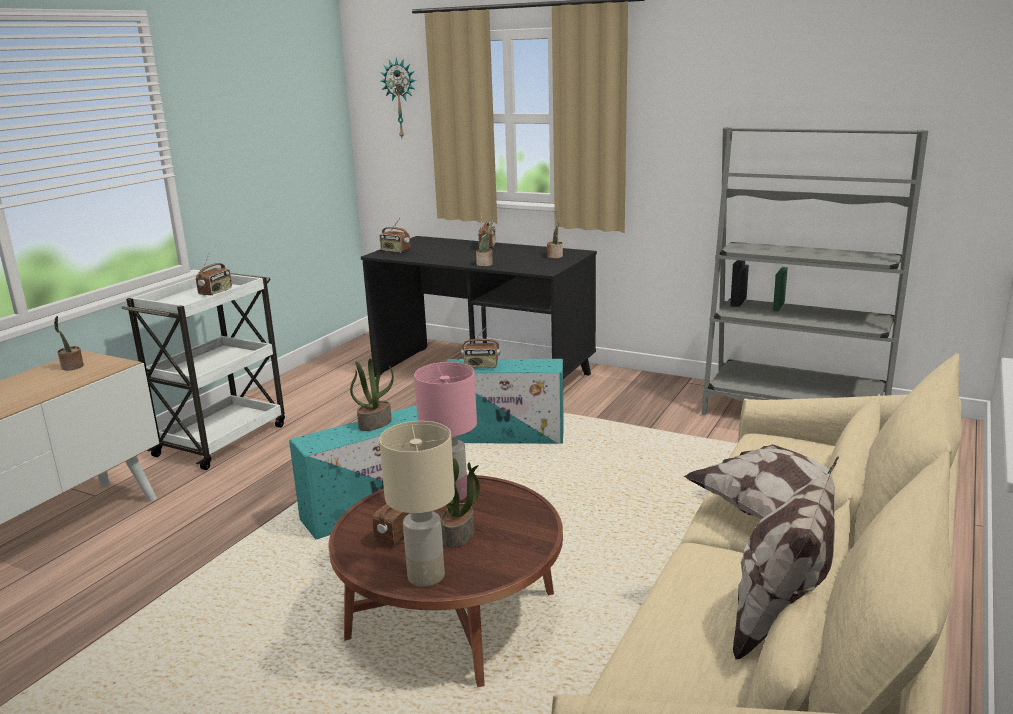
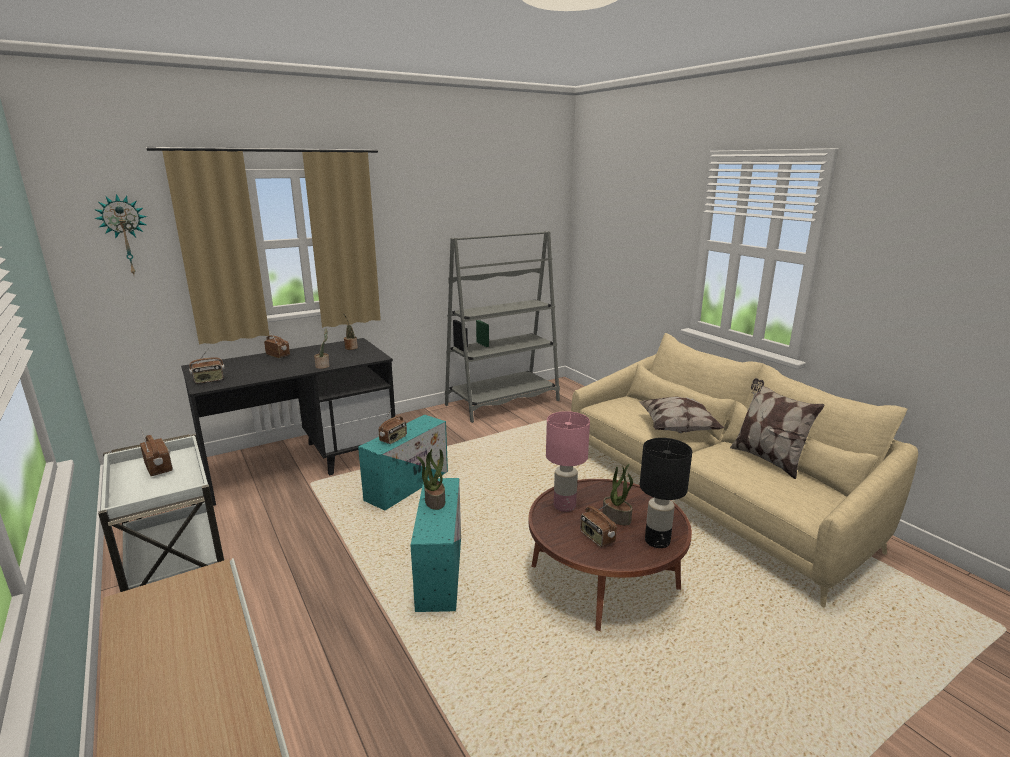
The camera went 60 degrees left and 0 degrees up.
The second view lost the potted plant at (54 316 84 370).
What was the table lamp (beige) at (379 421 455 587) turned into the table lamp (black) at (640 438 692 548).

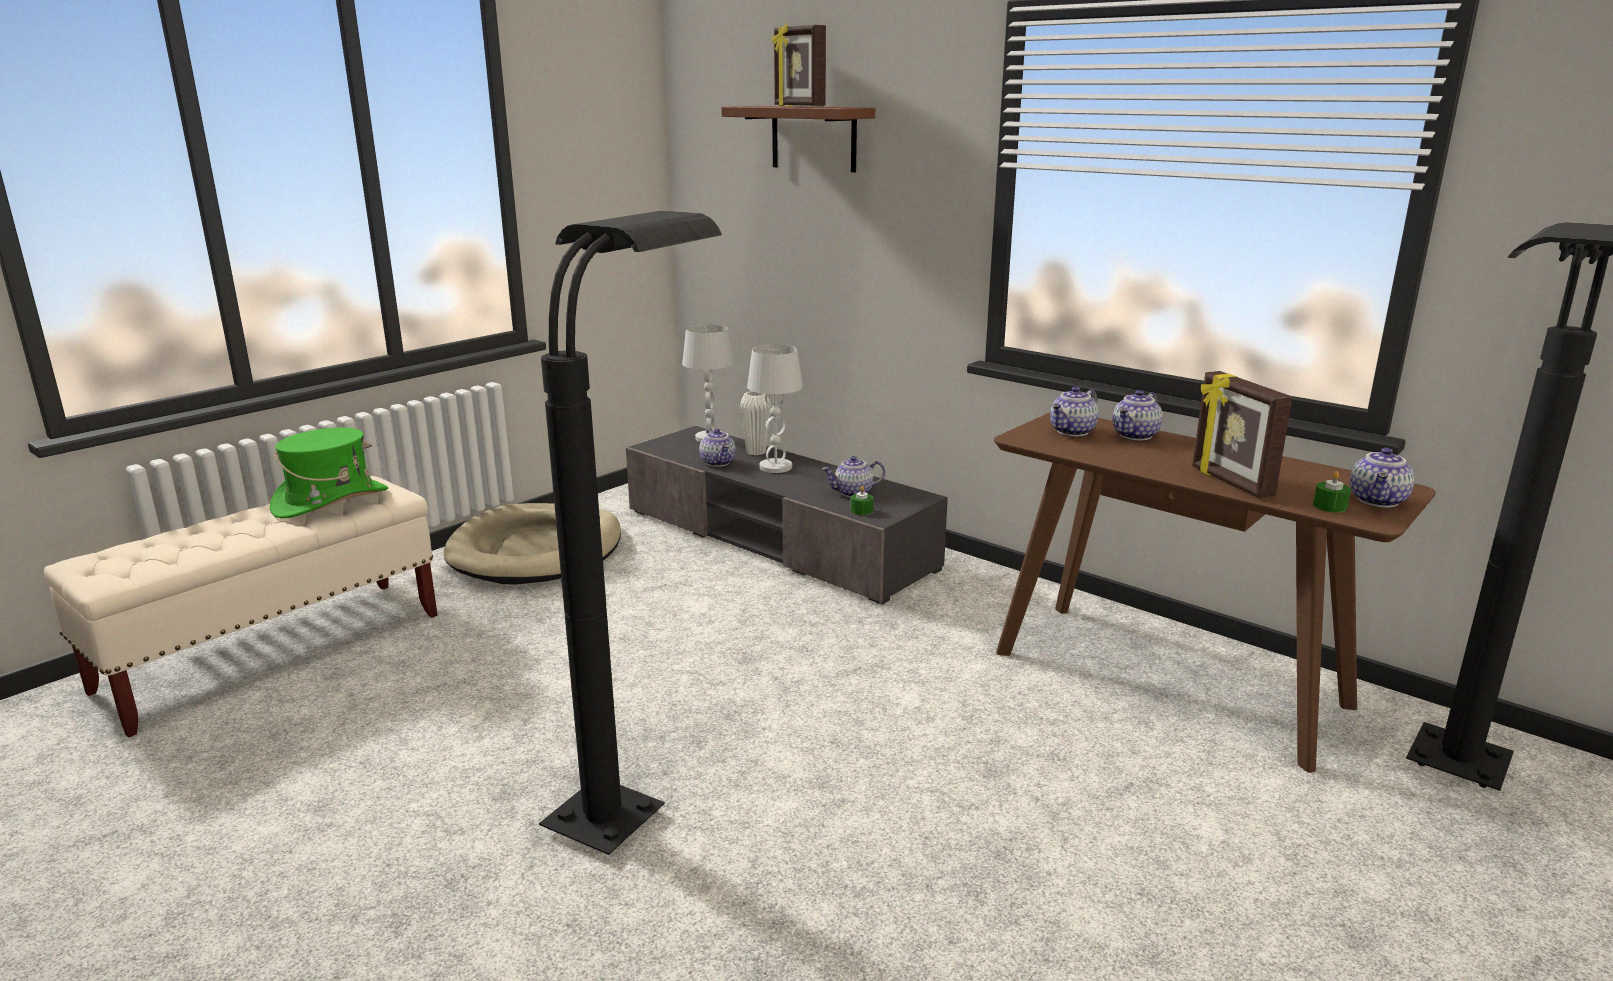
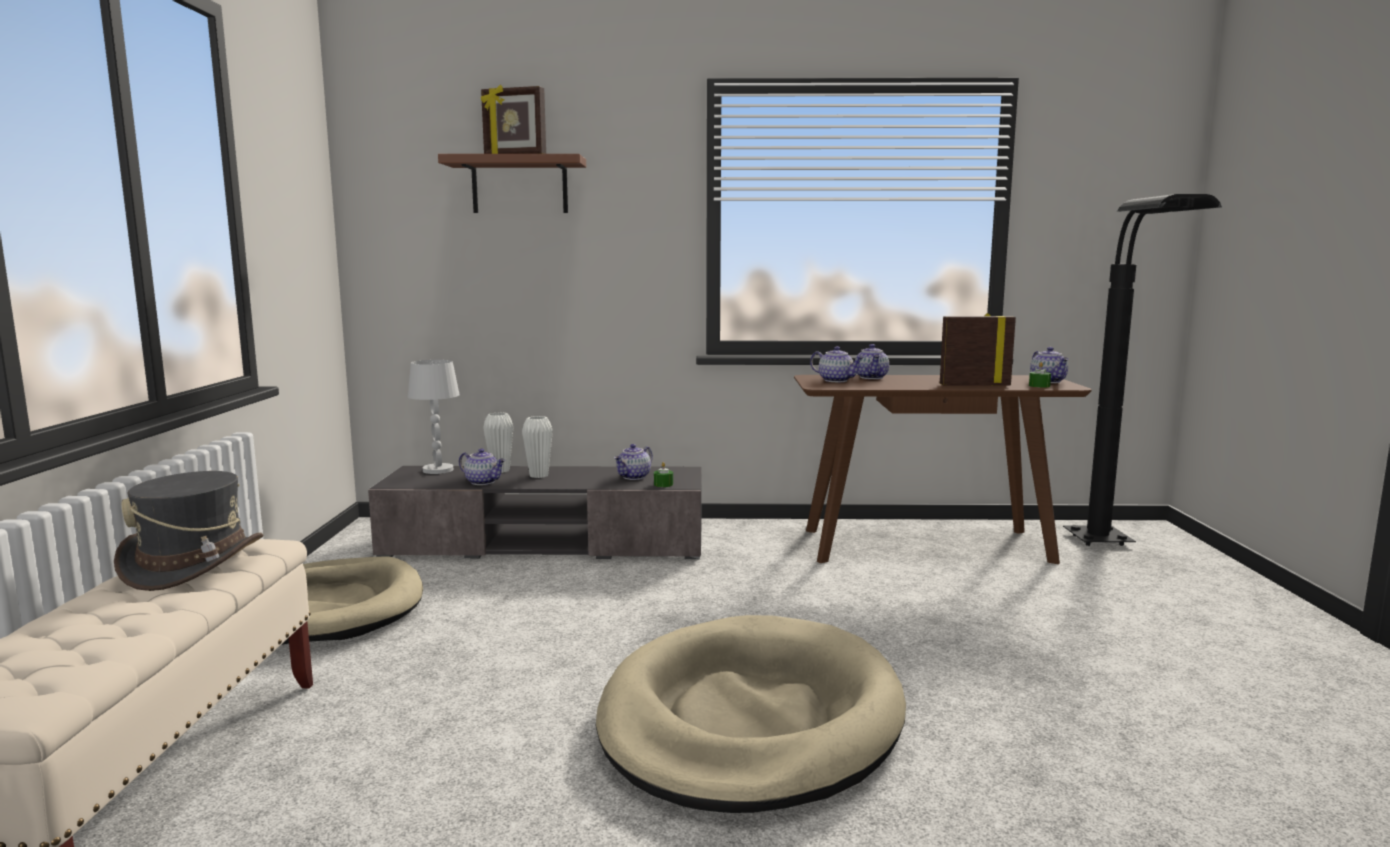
The camera went 40 degrees left and 10 degrees down.
What was the hat (green) at (270 428 388 519) turned into the hat (grey) at (114 471 263 591).
Where the floor lamp (black) stood at (539 210 722 855), the dog bed (beige) came to stand at (595 615 906 813).
Where the table lamp (white) stood at (747 344 803 473), the vase (white) came to stand at (522 416 553 478).
The teapot at (1050 387 1099 436) ended up facing another way, 60 degrees counterclockwise from before.
The picture frame at (1192 371 1292 499) ended up facing another way, 150 degrees clockwise from before.

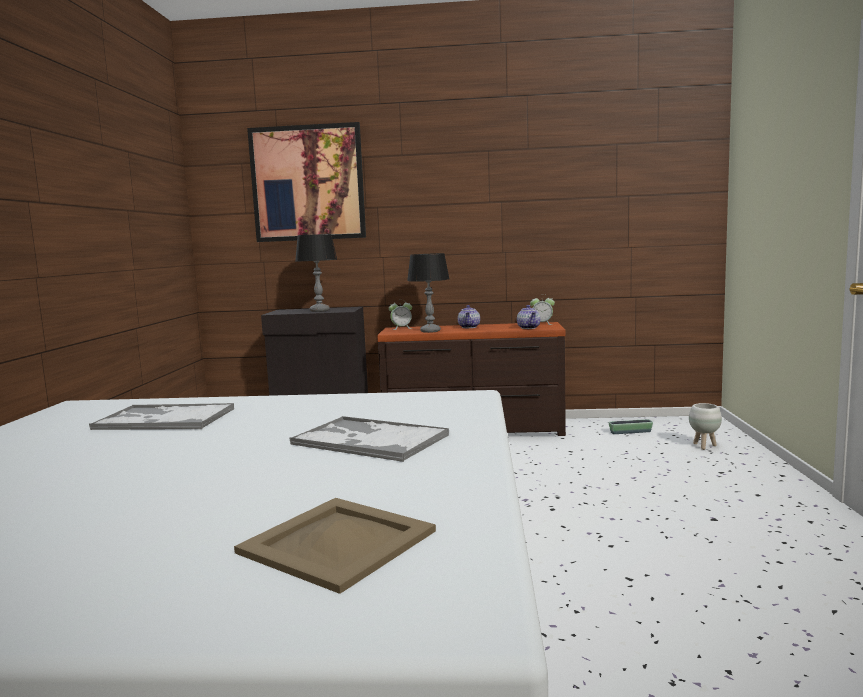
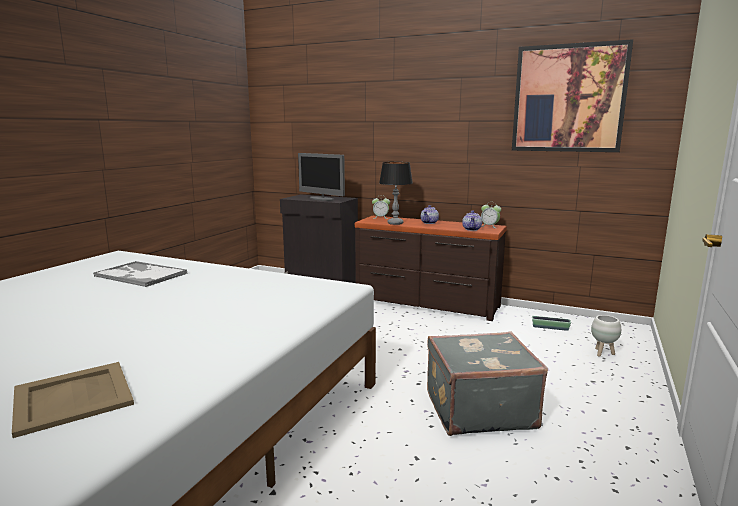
The camera went 20 degrees right and 5 degrees up.
The picture ended up elsewhere, having gone from (247 122 366 242) to (512 39 633 152).
The second view lost the tray at (289 416 449 462).
Where the table lamp stood at (295 234 337 312), the monitor came to stand at (298 153 345 201).
The second view gained the suitcase (grey) at (427 331 548 436).

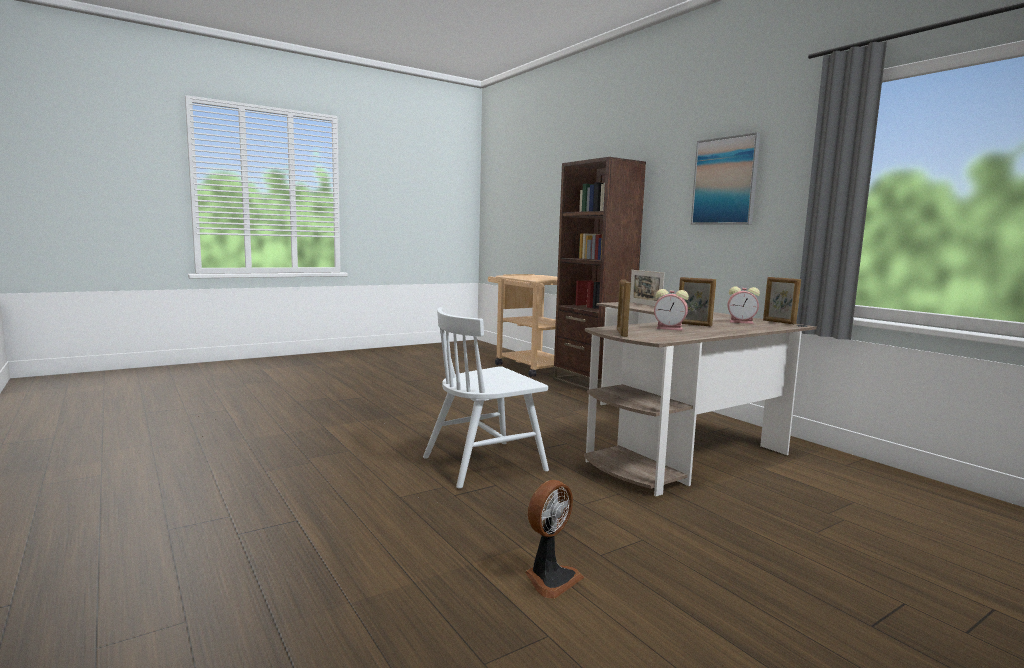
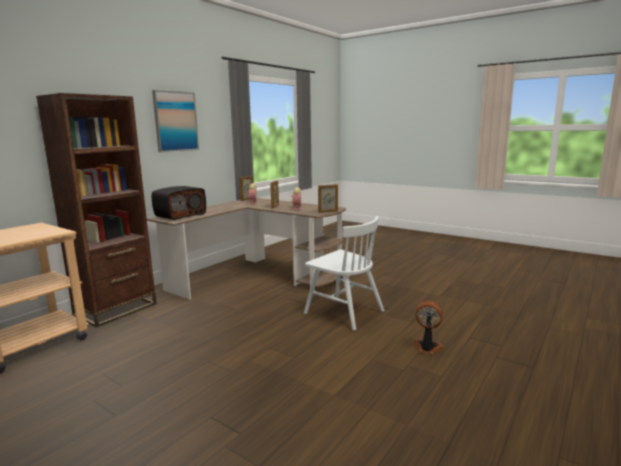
The camera went 110 degrees left and 5 degrees up.
The fan ended up elsewhere, having gone from (525 480 584 599) to (414 301 443 354).
Where the picture frame stood at (630 270 665 306), the radio came to stand at (152 186 206 220).

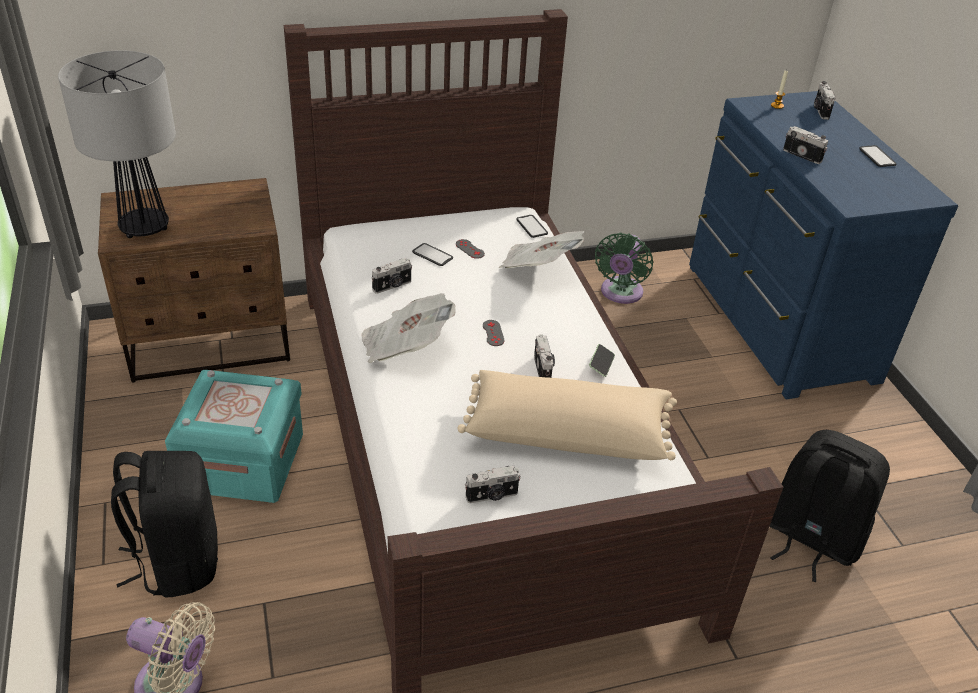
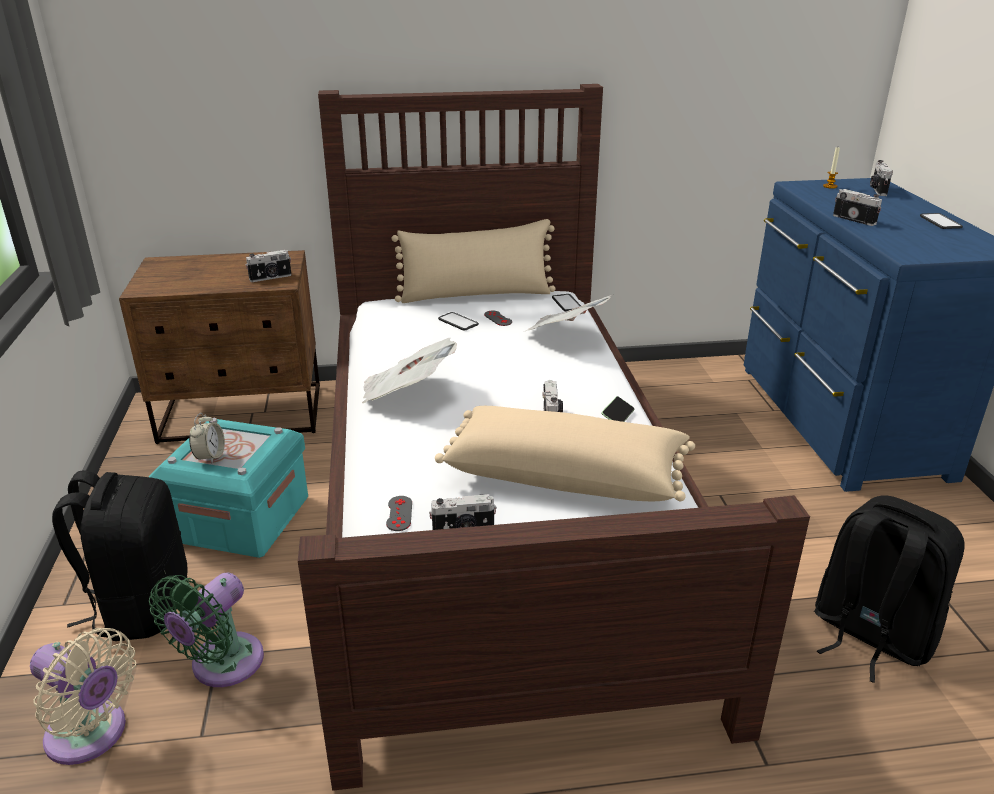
The camera went 10 degrees right and 10 degrees down.
The second view lost the table lamp at (58 50 176 238).
The photo camera ended up elsewhere, having gone from (371 258 412 294) to (245 250 291 282).
The game controller (grey) ended up elsewhere, having gone from (483 320 505 346) to (386 496 412 531).
The fan (green) ended up elsewhere, having gone from (595 233 653 304) to (149 573 264 687).
The second view gained the alarm clock at (189 413 225 463).
The second view gained the pillow (beige) at (392 219 556 303).

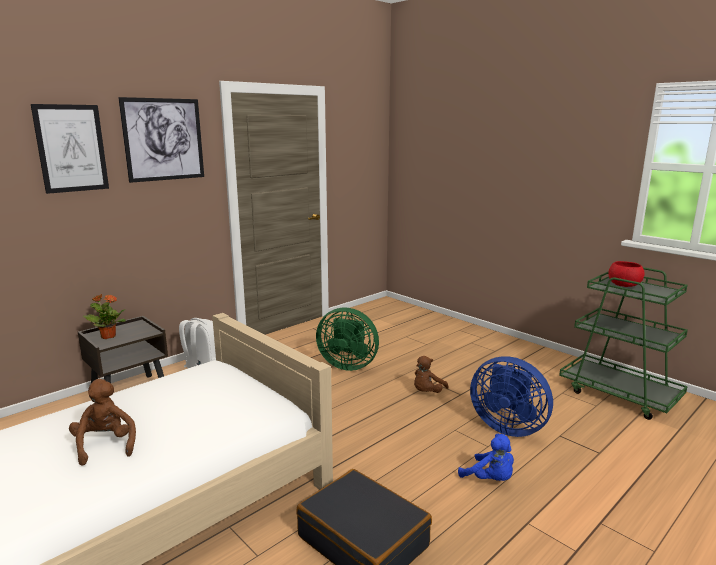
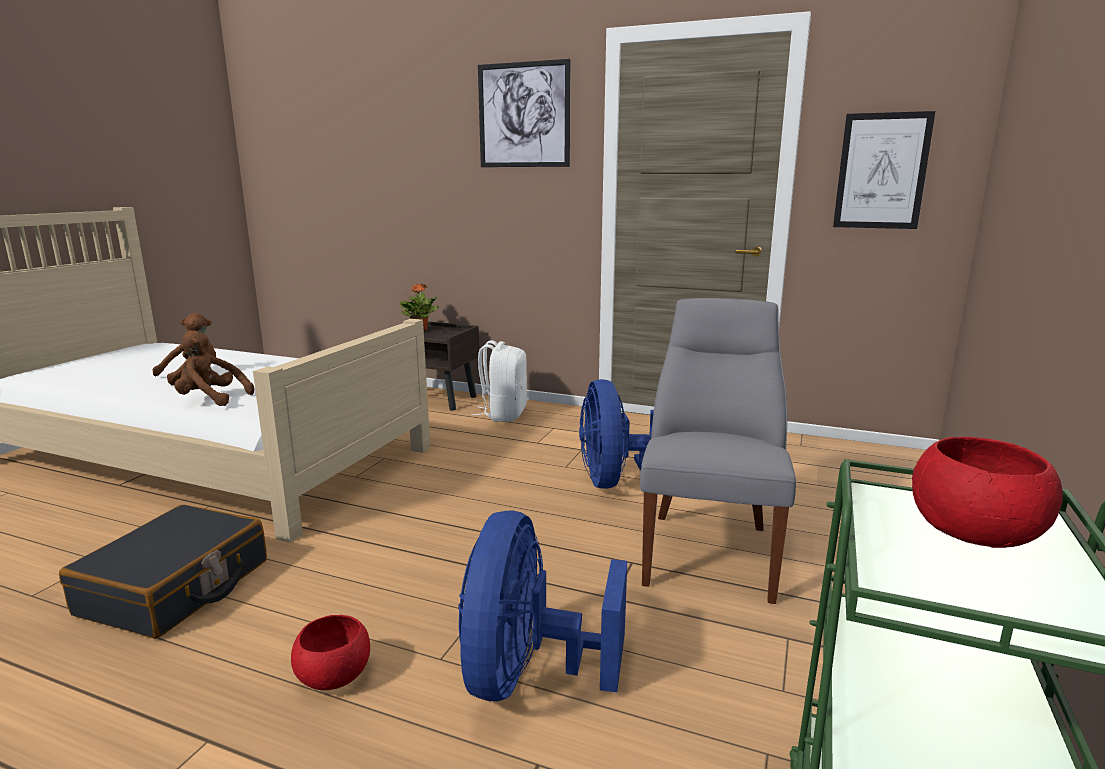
The camera went 65 degrees right and 0 degrees up.
The picture ended up elsewhere, having gone from (31 104 109 194) to (833 111 935 229).
What was the fan (green) at (316 308 379 371) turned into the fan (blue) at (579 379 654 489).
The plush toy (brown) ended up elsewhere, having gone from (414 356 449 393) to (174 330 254 406).
Where the plush toy (blue) stood at (458 434 514 481), the bowl (red) came to stand at (291 615 370 690).
The second view gained the chair (grey) at (640 298 796 604).

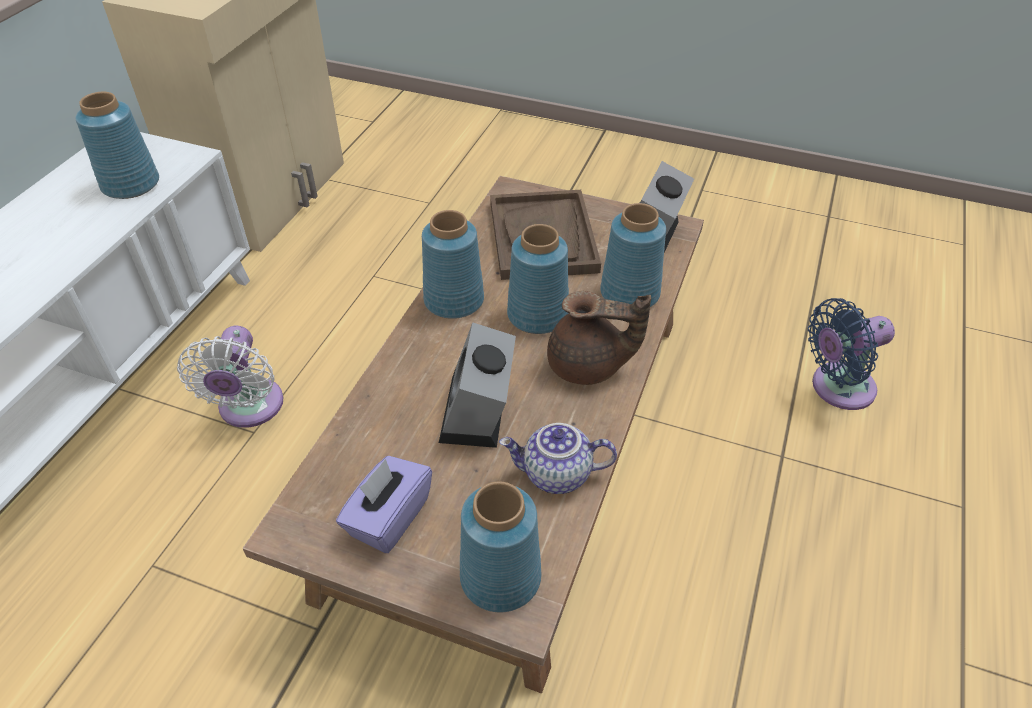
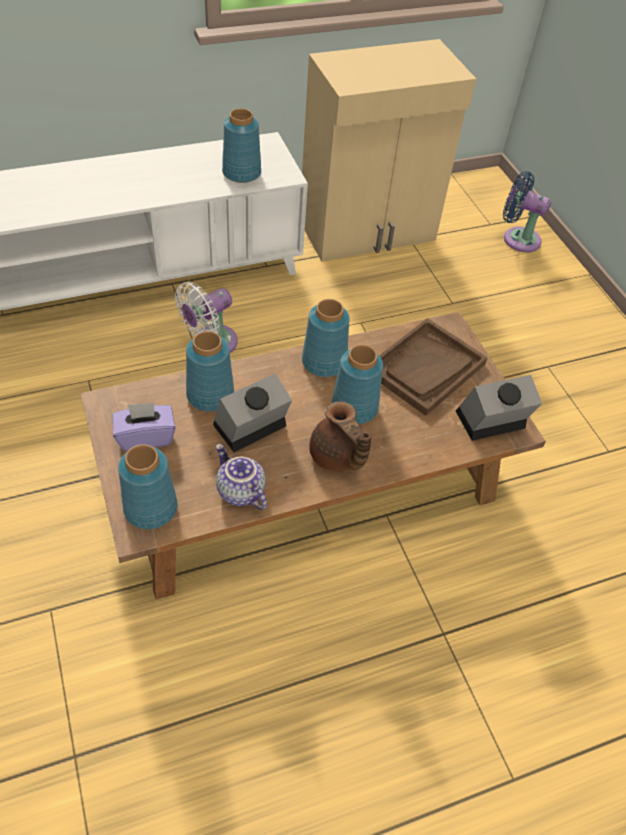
The camera went 45 degrees right and 5 degrees up.
The vase (blue) ended up elsewhere, having gone from (600 203 666 307) to (186 331 234 412).
The fan (blue) ended up elsewhere, having gone from (808 298 895 410) to (503 171 551 252).

